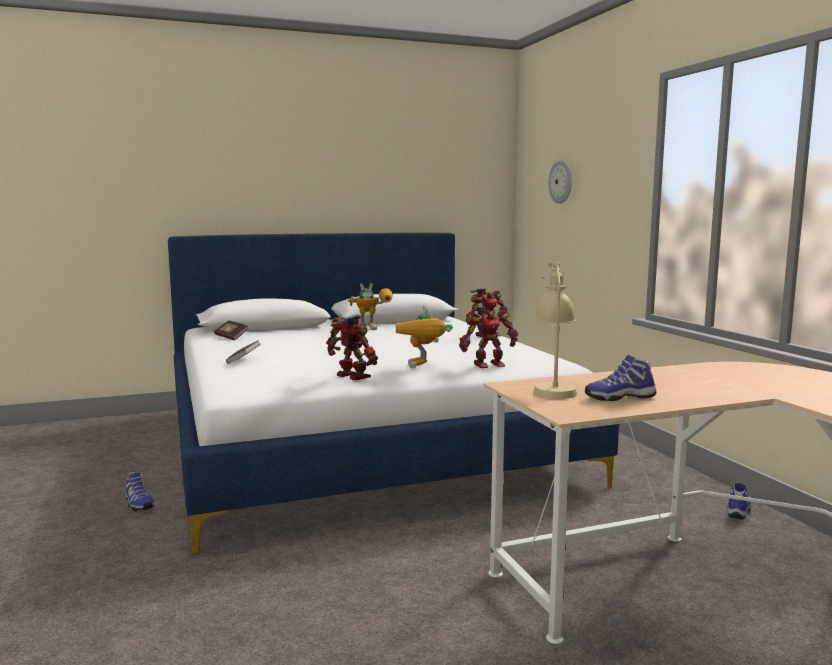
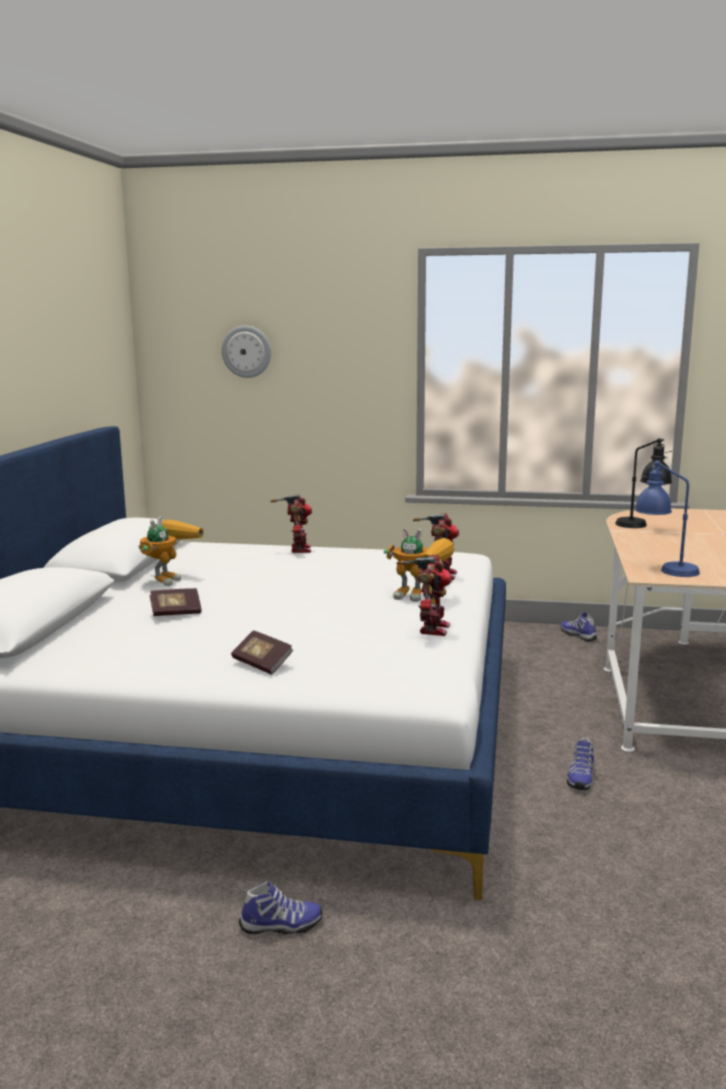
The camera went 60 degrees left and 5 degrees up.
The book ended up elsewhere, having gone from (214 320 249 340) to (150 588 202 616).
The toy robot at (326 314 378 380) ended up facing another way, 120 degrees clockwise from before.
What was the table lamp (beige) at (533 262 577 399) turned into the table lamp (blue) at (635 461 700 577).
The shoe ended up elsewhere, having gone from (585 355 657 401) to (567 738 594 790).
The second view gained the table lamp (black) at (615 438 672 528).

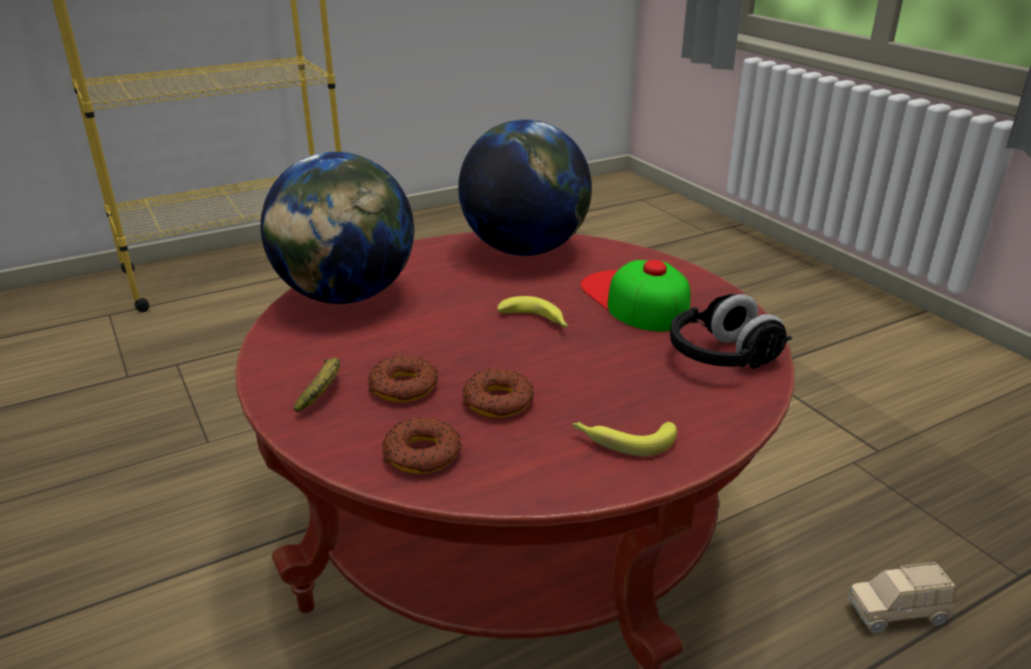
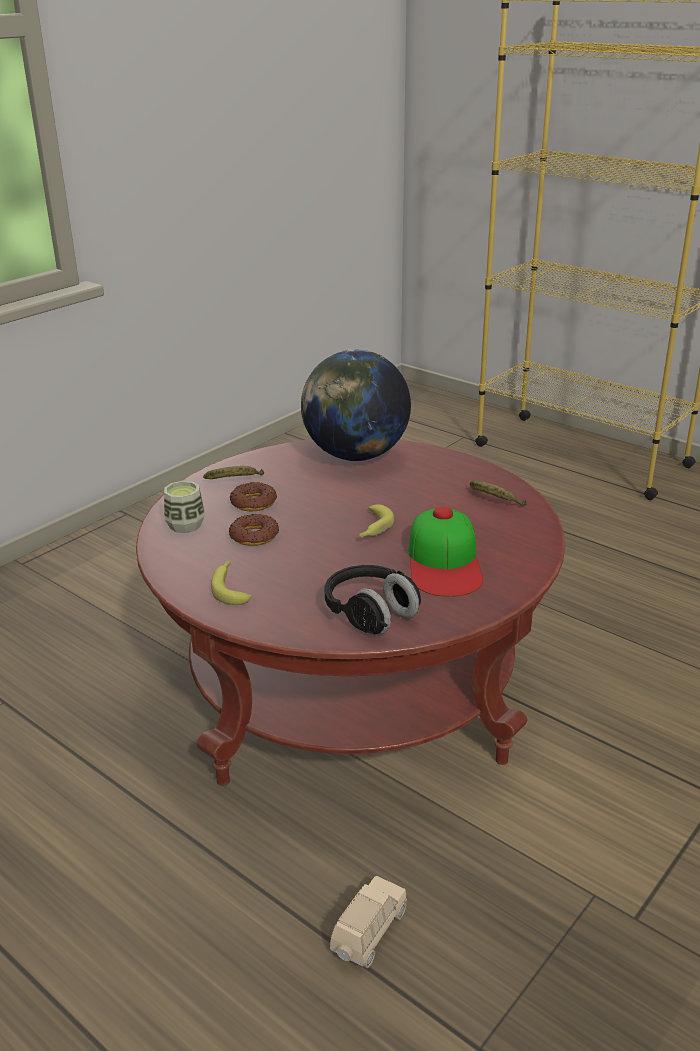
The camera went 70 degrees right and 0 degrees up.
Where the donut stood at (382 417 462 474), the cup came to stand at (164 481 204 533).
Where the globe stood at (458 119 592 256), the banana came to stand at (470 480 527 506).
The cap at (581 260 691 331) ended up facing another way, 135 degrees clockwise from before.
The toy car (beige) at (847 562 956 634) ended up facing another way, 60 degrees clockwise from before.

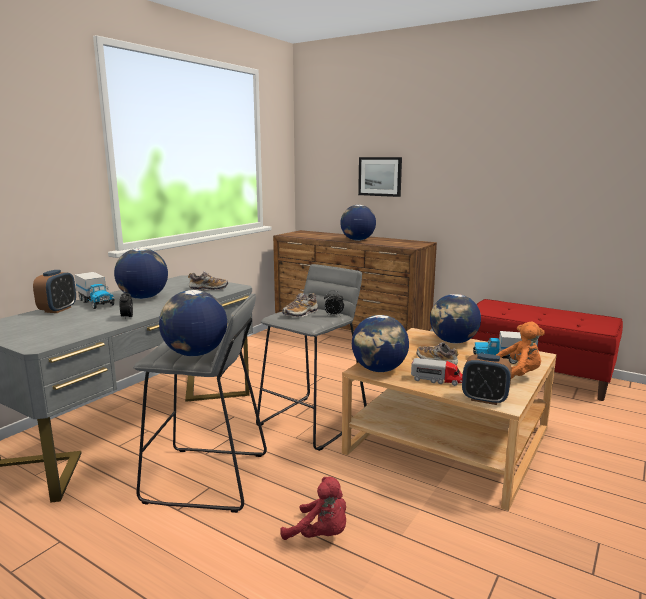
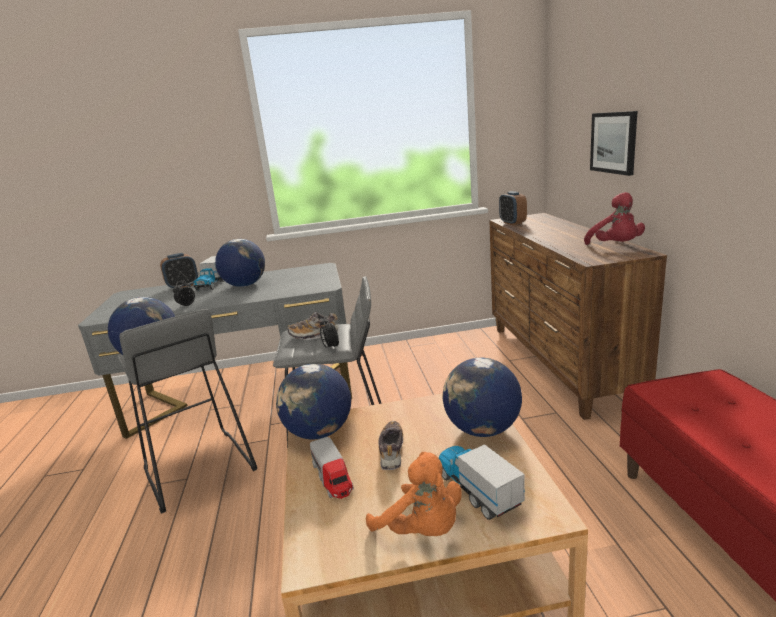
The camera went 50 degrees right and 5 degrees up.
The second view lost the shoe at (188 271 228 290).
The plush toy (red) ended up elsewhere, having gone from (280 477 346 540) to (584 192 645 245).
The second view lost the globe at (340 205 376 241).
The alarm clock ended up elsewhere, having gone from (462 353 512 405) to (499 191 527 225).

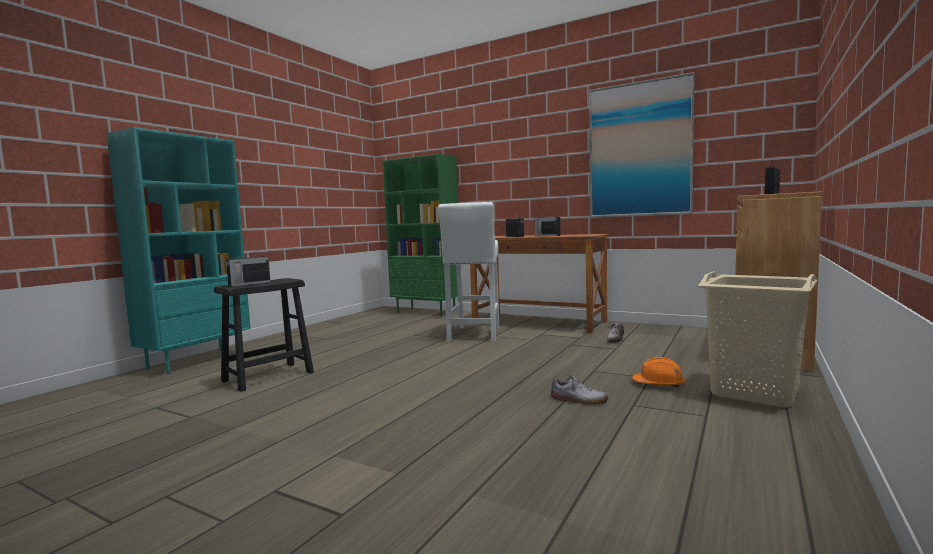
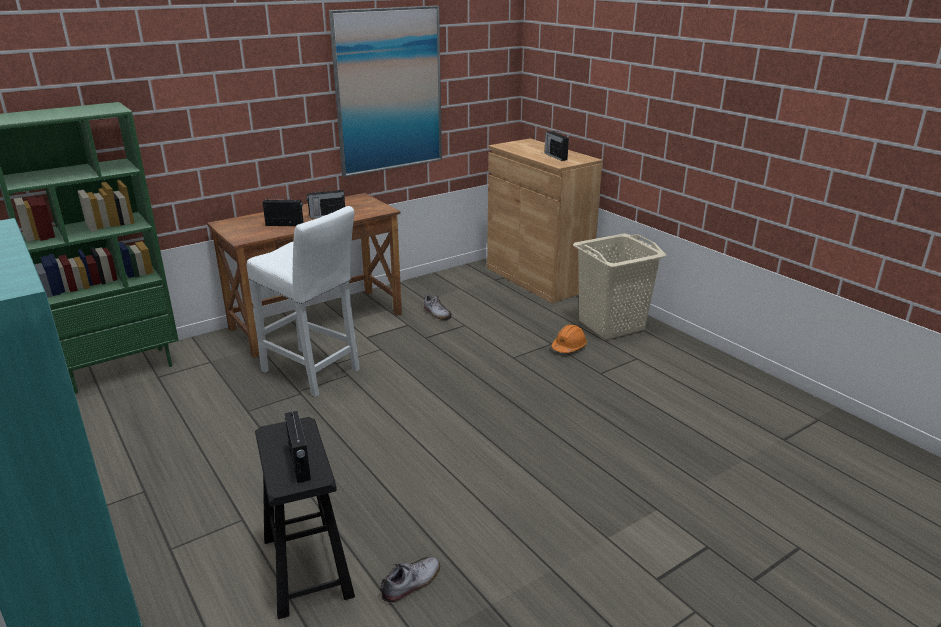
The camera went 65 degrees left and 20 degrees up.
The shoe ended up elsewhere, having gone from (551 375 608 404) to (380 557 440 603).

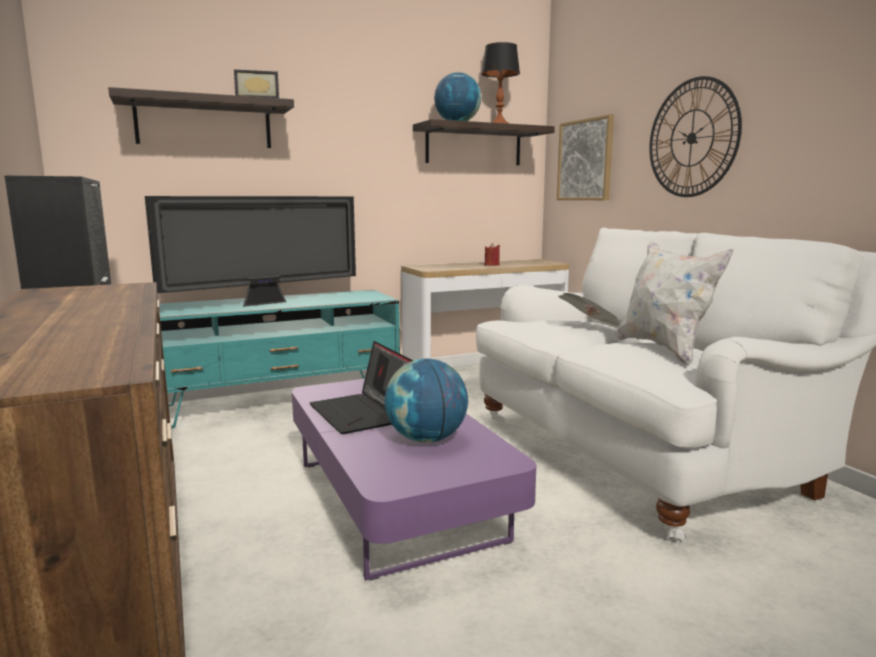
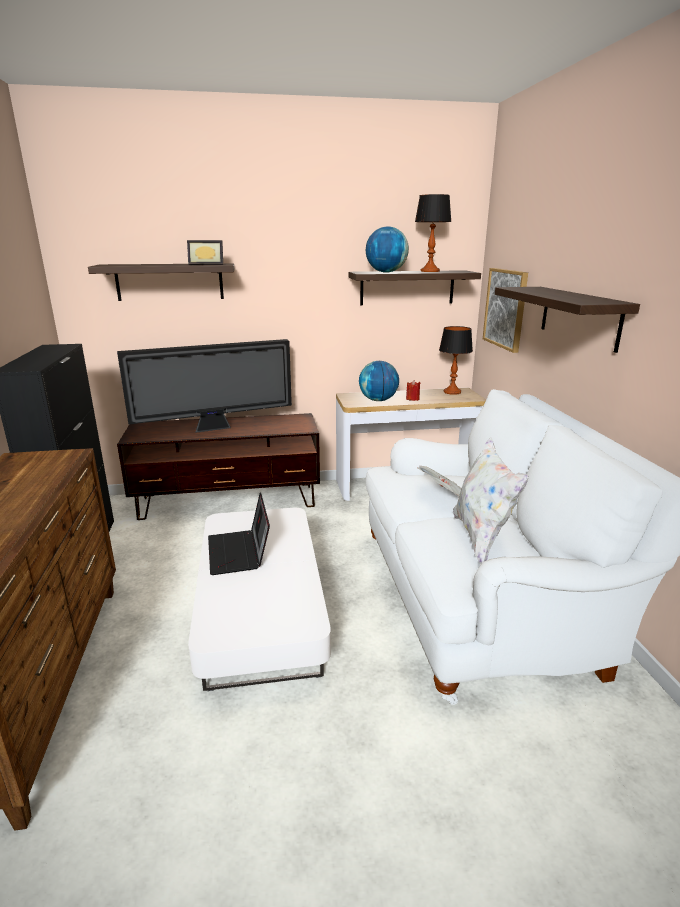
The camera went 15 degrees right and 10 degrees up.
What was the tv stand (turquoise) at (159 290 400 428) turned into the tv stand (brown) at (117 413 320 520).
What was the coffee table (purple) at (292 379 536 581) turned into the coffee table (white) at (188 508 331 691).
The globe ended up elsewhere, having gone from (385 359 468 443) to (359 361 399 401).
Where the wall clock hung at (649 76 742 197), the shelf came to hang at (495 287 640 353).
The second view gained the table lamp at (439 326 473 395).

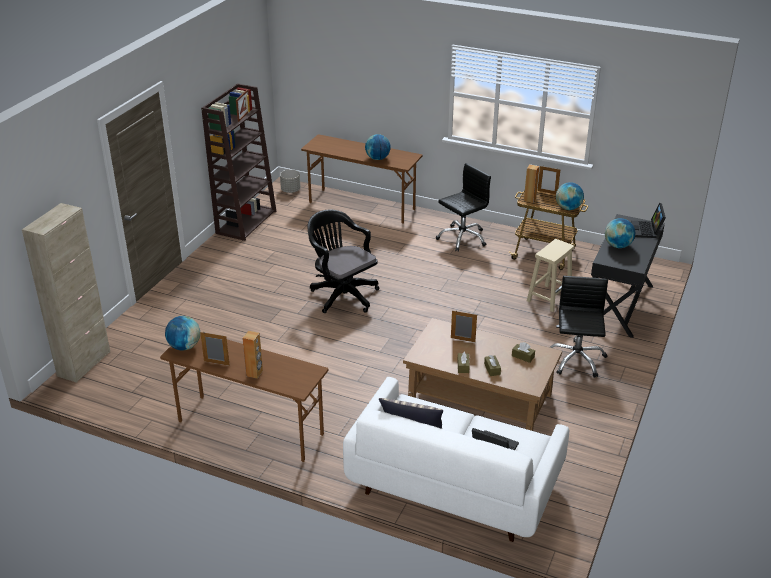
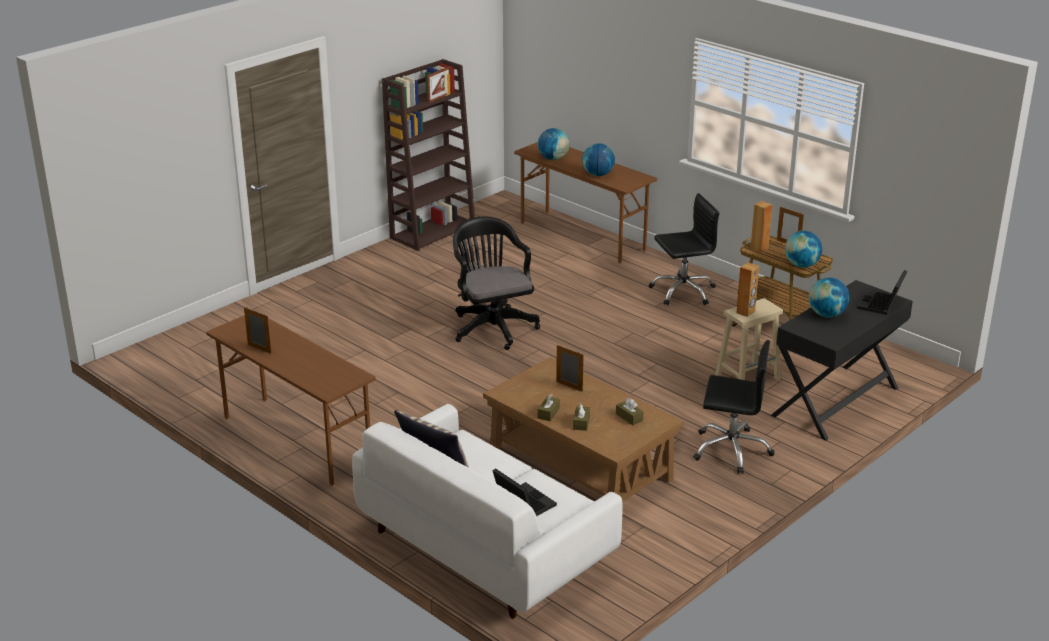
The camera went 20 degrees right and 5 degrees down.
The second view lost the cabinet (beige) at (22 203 110 383).
The globe ended up elsewhere, having gone from (165 316 200 351) to (538 128 570 160).
The speaker (brown) ended up elsewhere, having gone from (242 331 263 379) to (736 262 759 317).
The second view lost the planter (grey) at (280 170 301 193).
The office chair (black) at (550 276 608 378) ended up facing another way, 75 degrees clockwise from before.

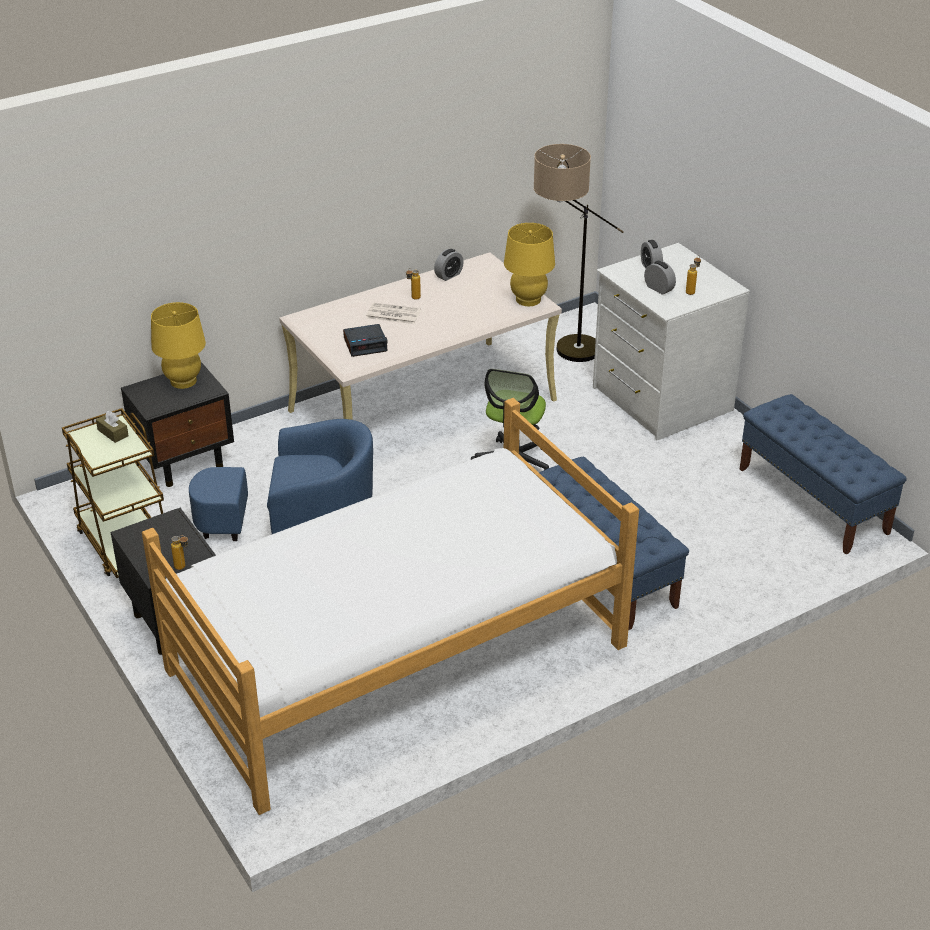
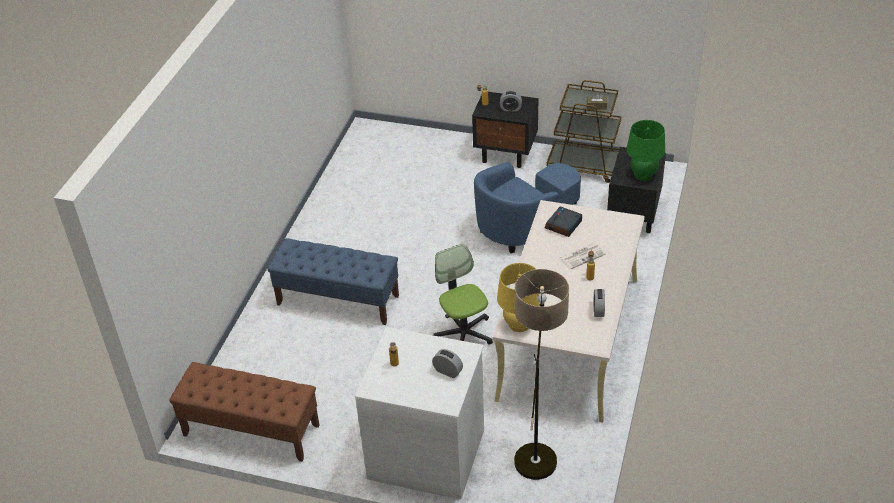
The camera went 140 degrees right and 5 degrees up.
The second view lost the bed at (142 398 639 815).
What was the table lamp (yellow) at (151 302 206 389) turned into the table lamp (green) at (626 120 665 181).
The alarm clock ended up elsewhere, having gone from (644 261 676 295) to (500 91 522 111).
What was the bench (blue) at (740 394 907 554) turned into the bench (brown) at (169 362 319 462).

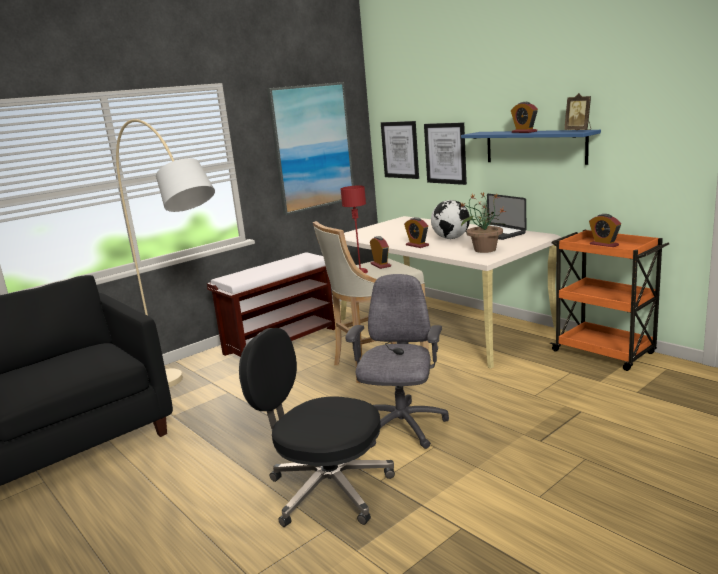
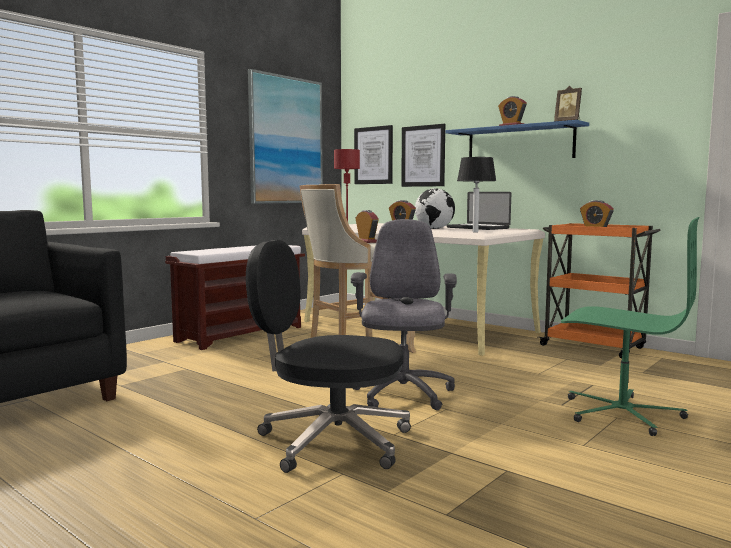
The camera went 10 degrees left and 10 degrees down.
The second view lost the floor lamp (beige) at (116 119 215 388).
Where the potted plant stood at (460 192 506 253), the table lamp came to stand at (457 157 496 232).
The second view gained the office chair (green) at (561 217 700 436).

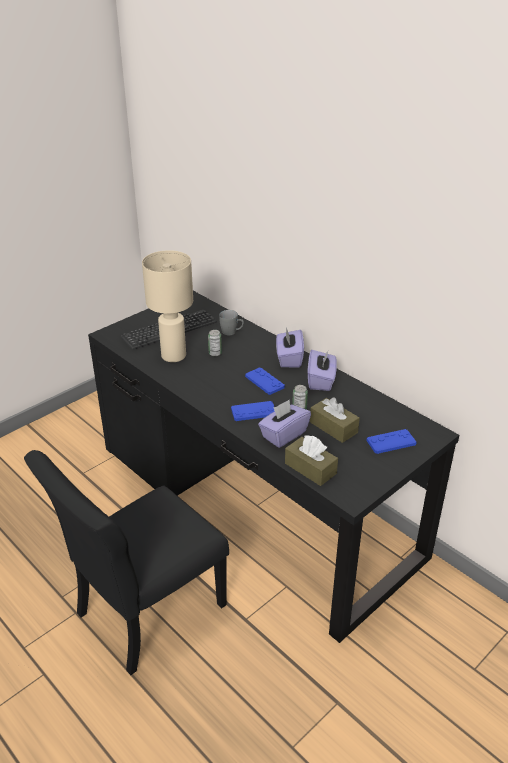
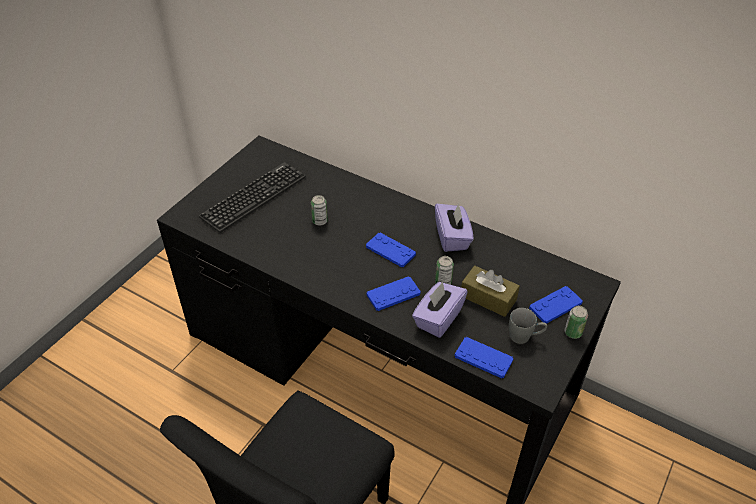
The camera went 15 degrees left and 10 degrees up.
The second view lost the table lamp (beige) at (142 250 193 362).
The mug (grey) ended up elsewhere, having gone from (219 310 244 335) to (509 308 547 344).
The second view lost the tissue box (purple) at (276 327 304 367).
Where the tissue box (brown) stood at (285 435 338 486), the game controller (blue) came to stand at (455 337 514 378).
The second view gained the can at (564 306 588 339).

